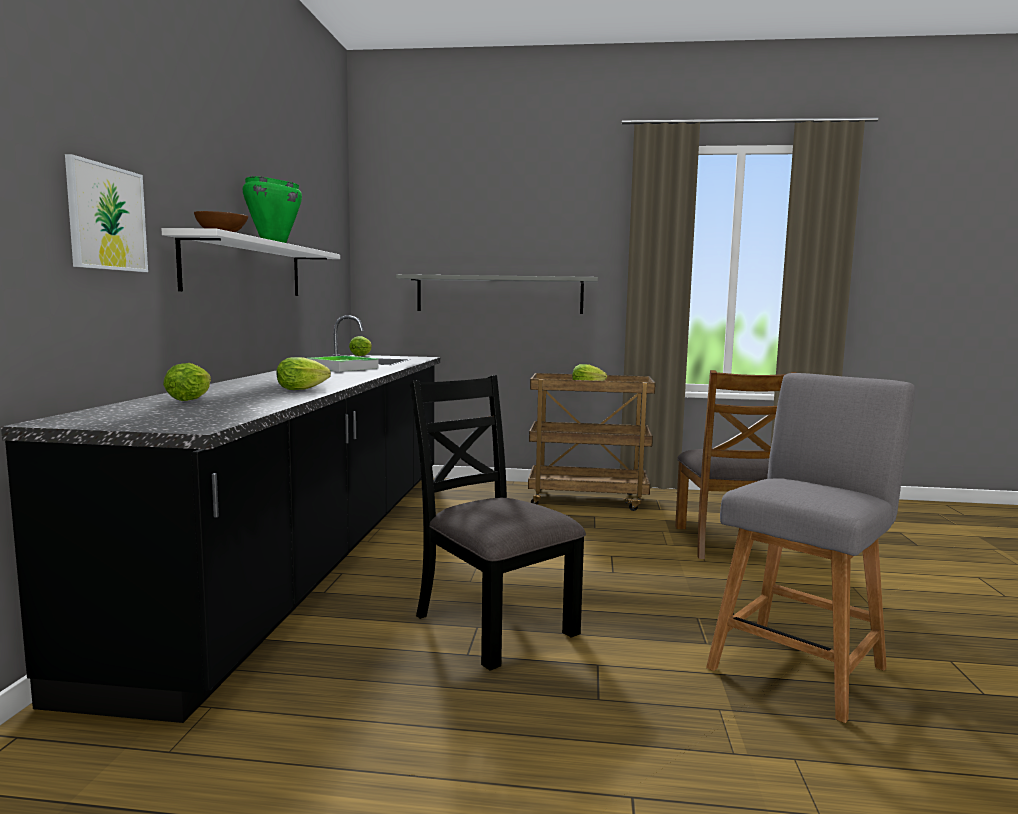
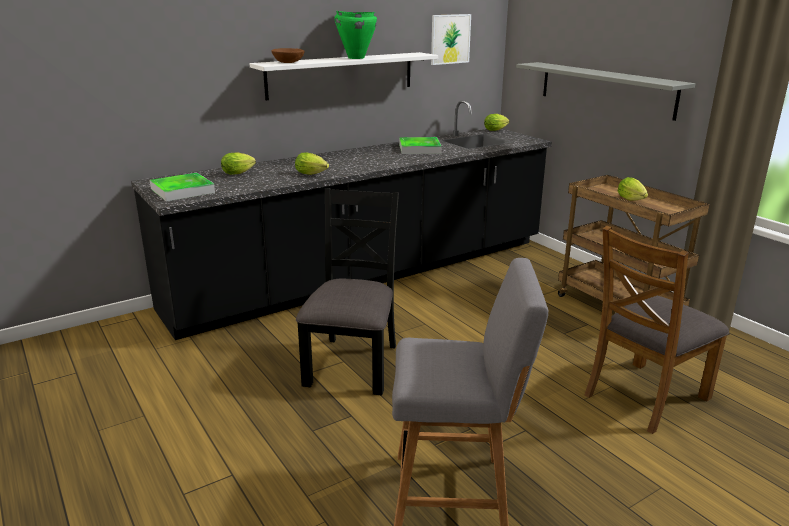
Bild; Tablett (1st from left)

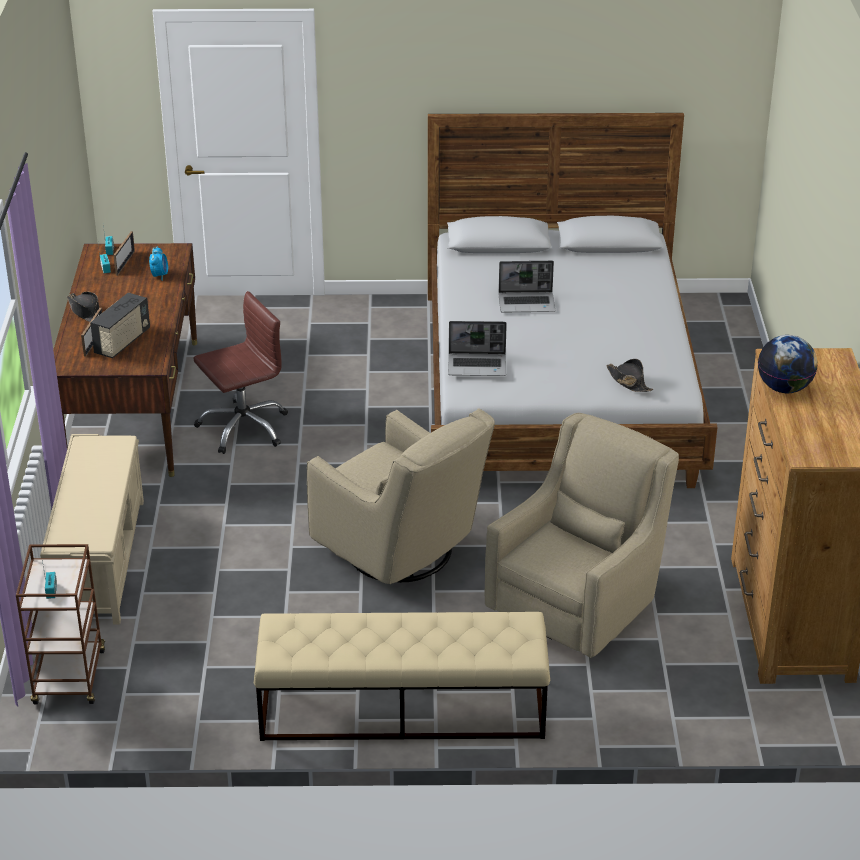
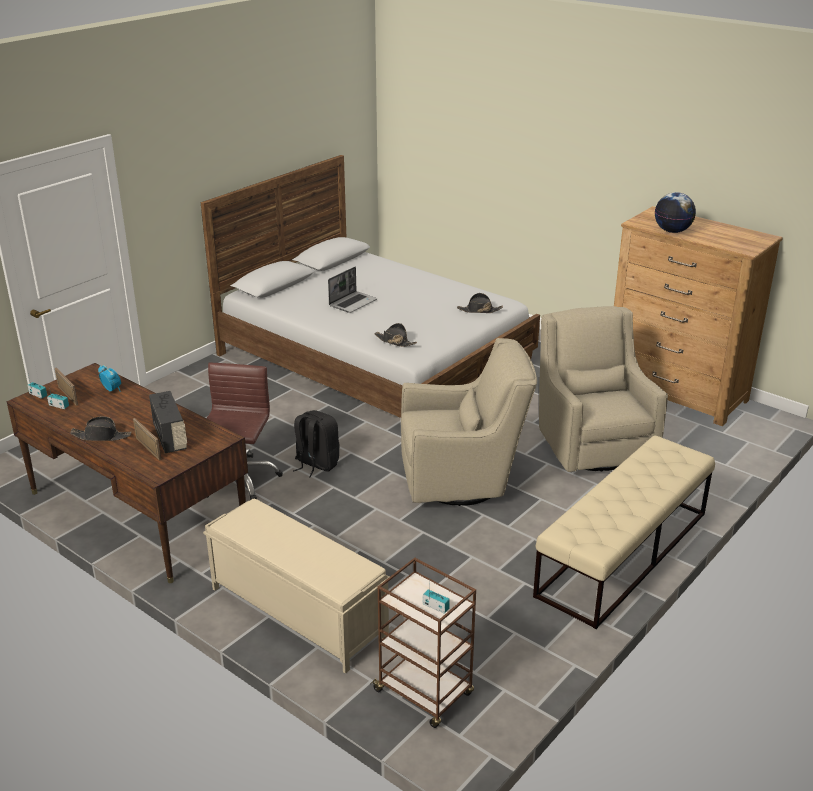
Hut/schwarz (2nd from left); Rucksack/schwarz

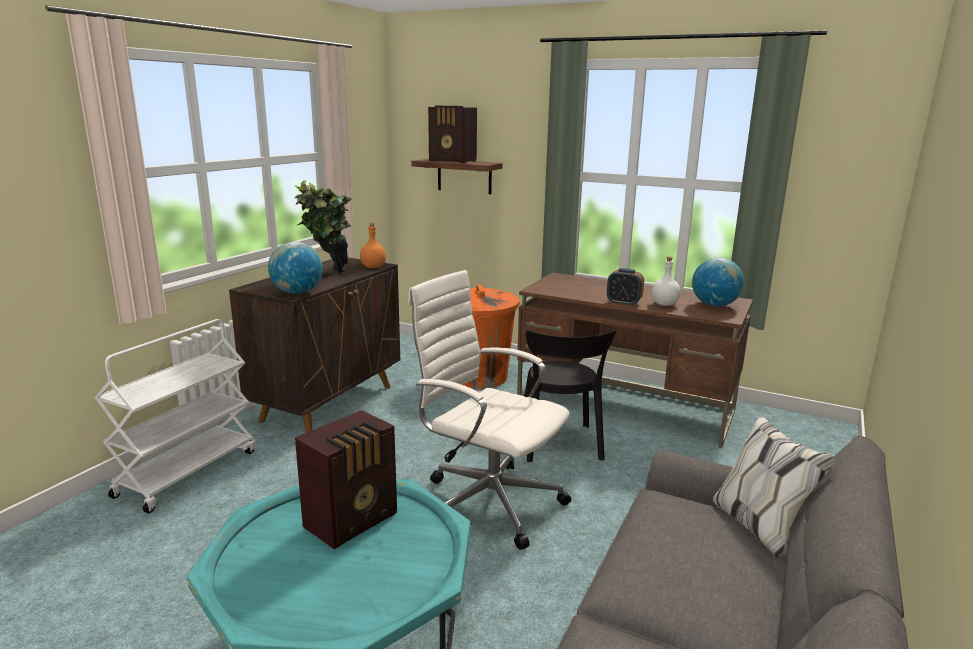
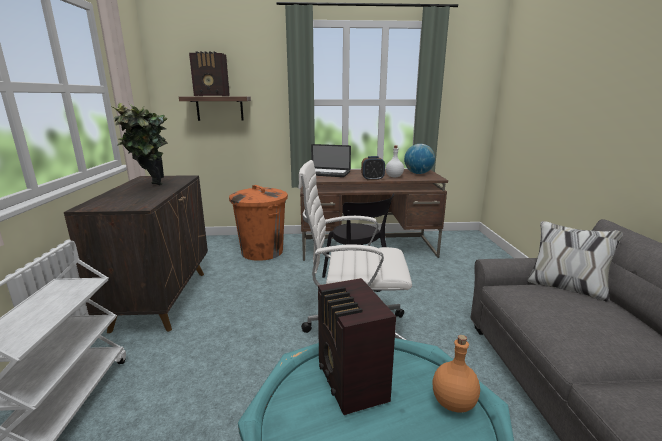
Globus (1st from left in the first image); Radio (2nd from left); Flasche/orange; Laptop

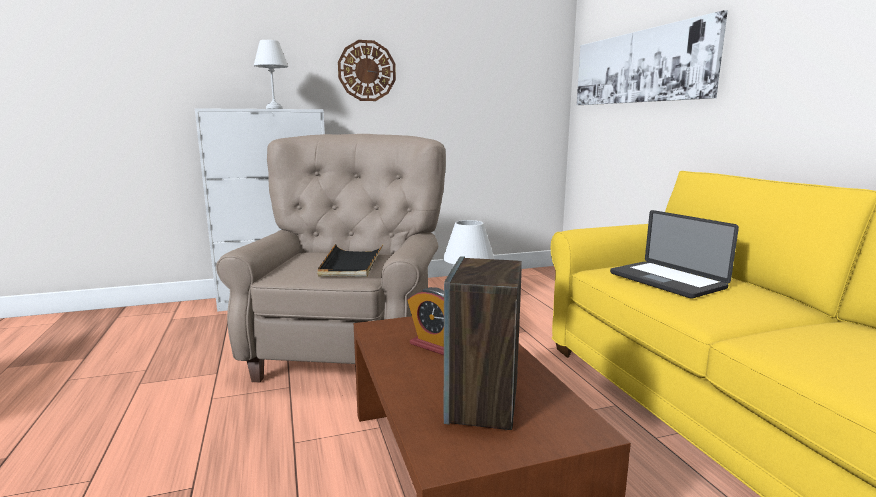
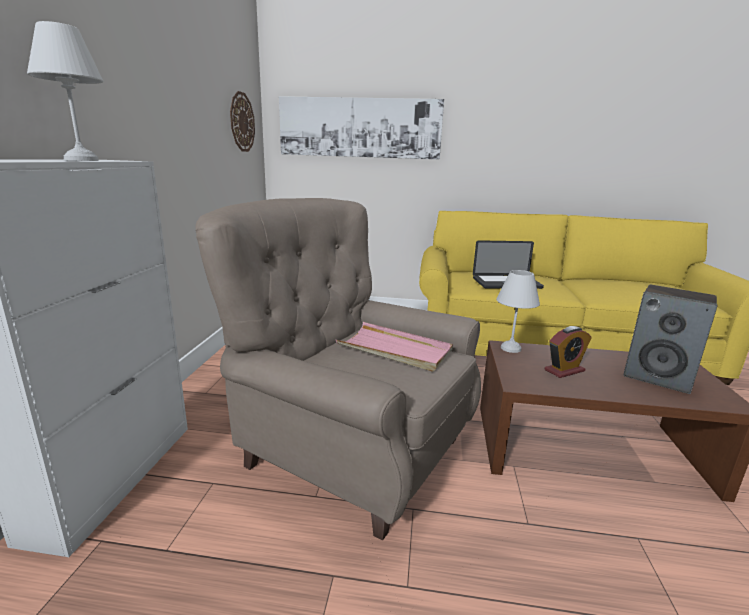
Tablett/rosa; Wanduhr

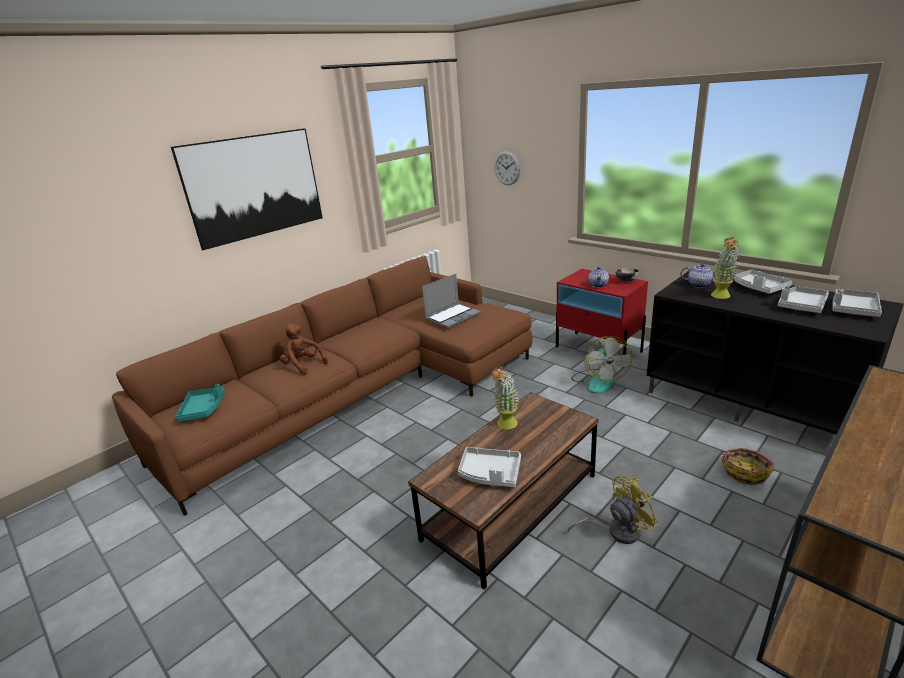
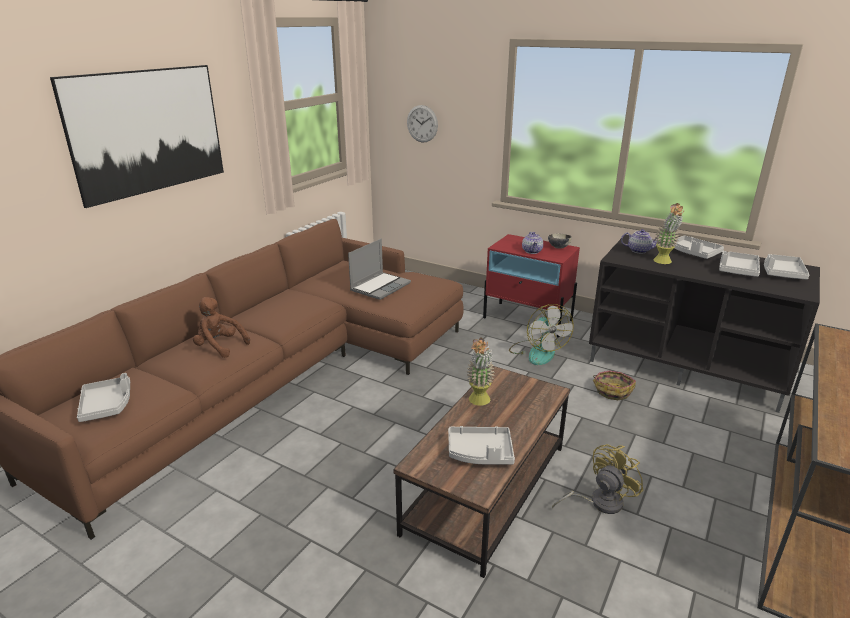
Tablett/grau (1st from left); Korb

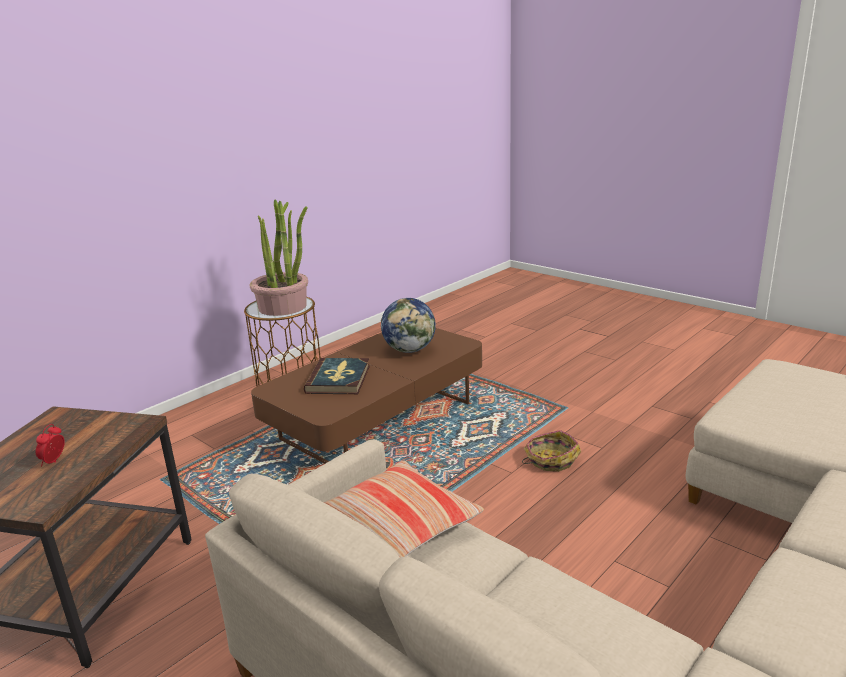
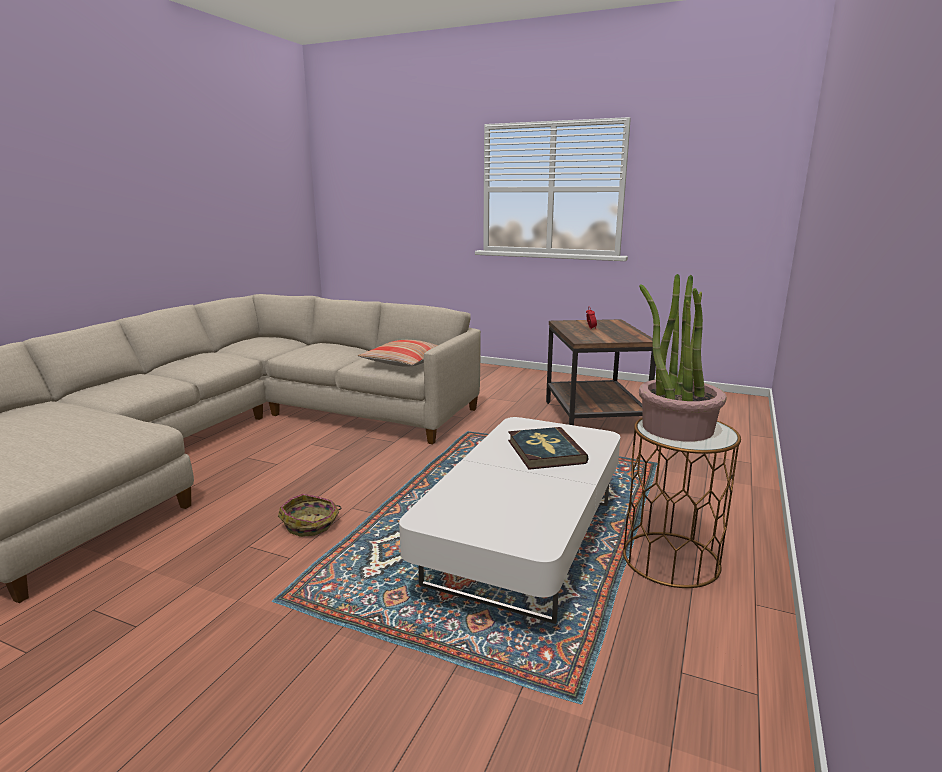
Couchtisch/weiß; Globus

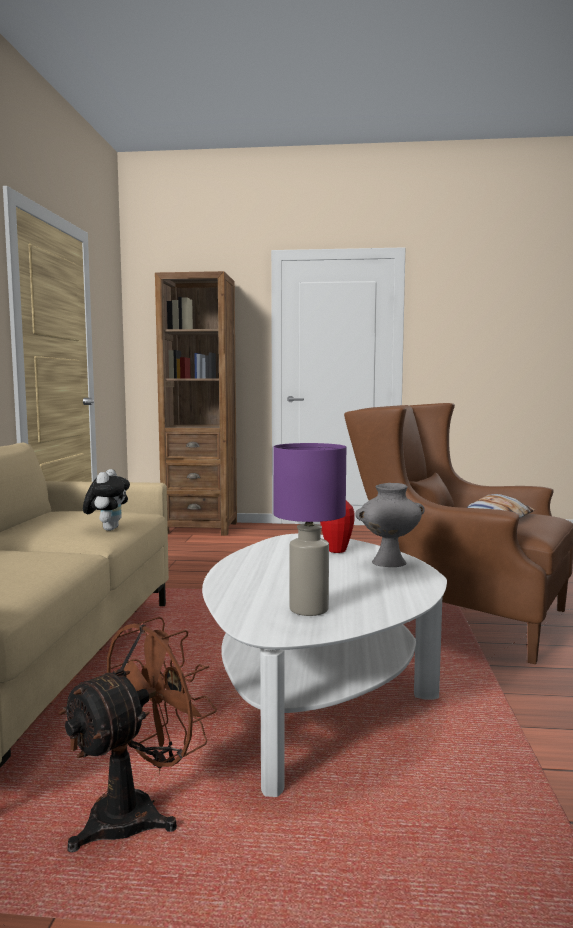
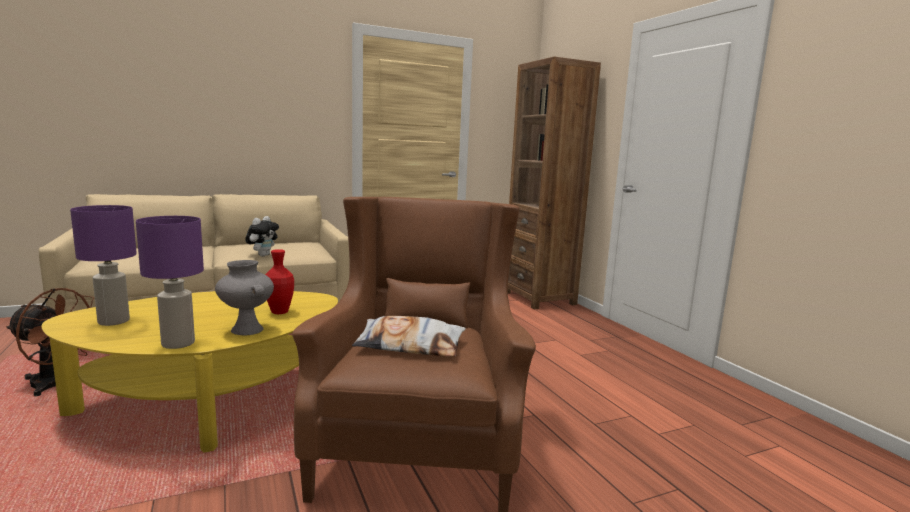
Plüschtier; Couchtisch/gelb; Tischlampe/lila (2nd from left)

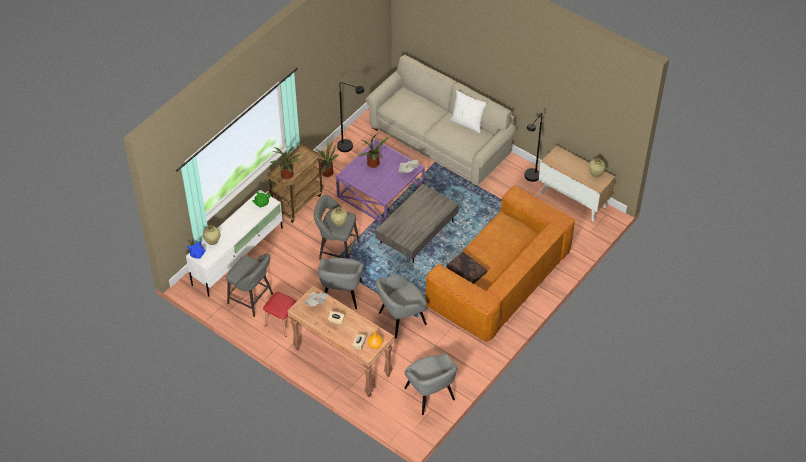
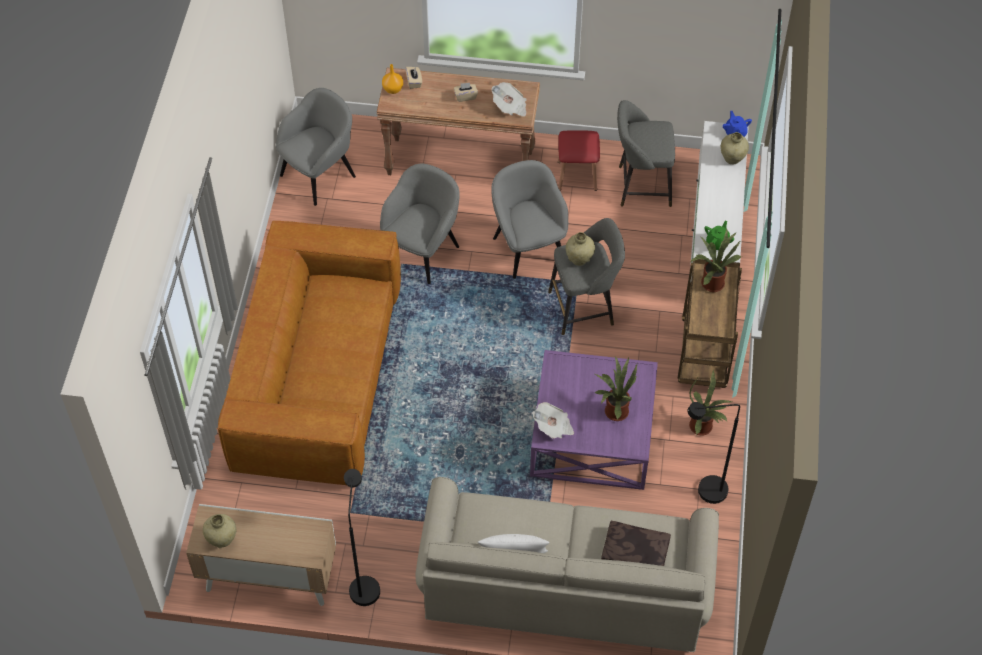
Couchtisch/grau; Sessel/grau (1st from left); Kissen/braun

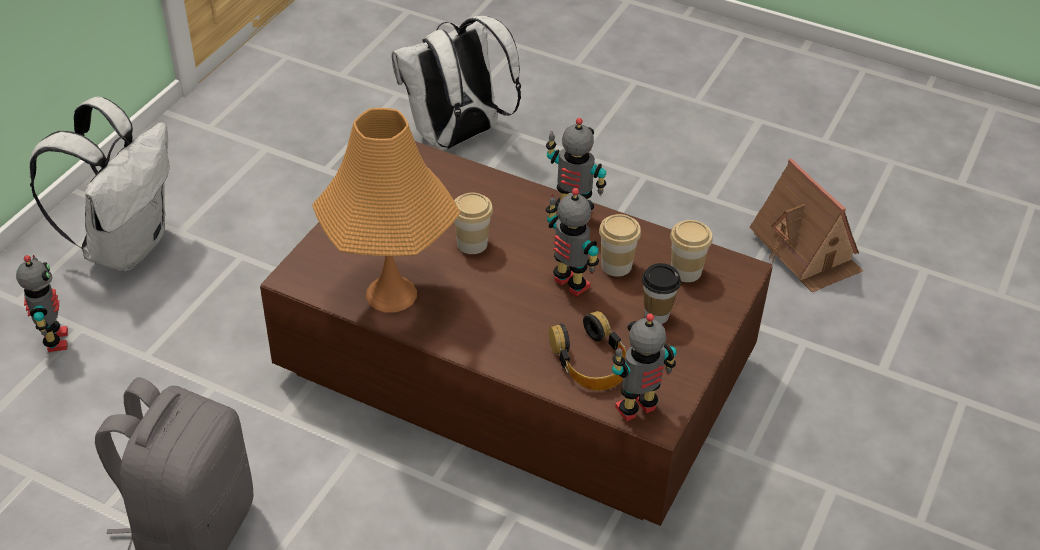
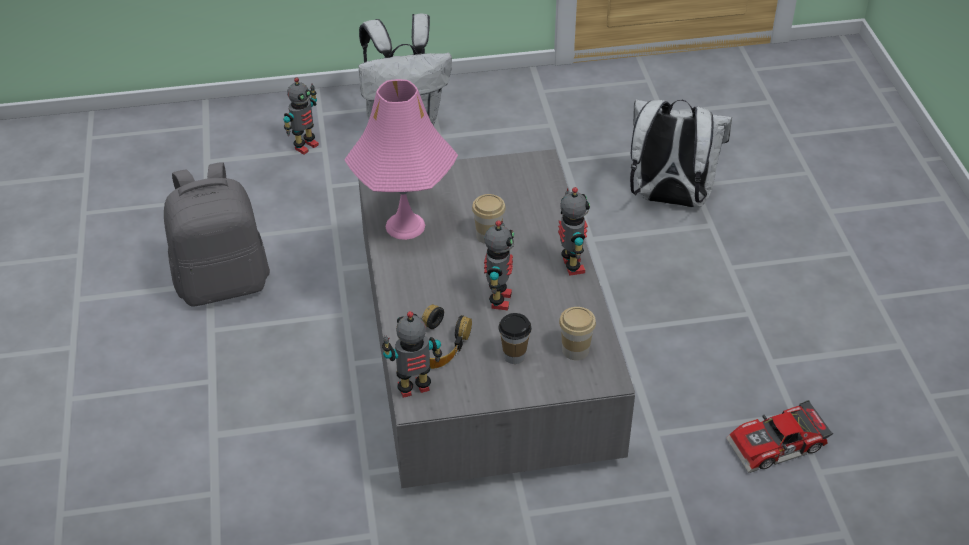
Couchtisch/grau; Tischlampe/rosa; Tasse (2nd from left in the first image); Spielzeugroboter (2nd from left); Spielzeugauto

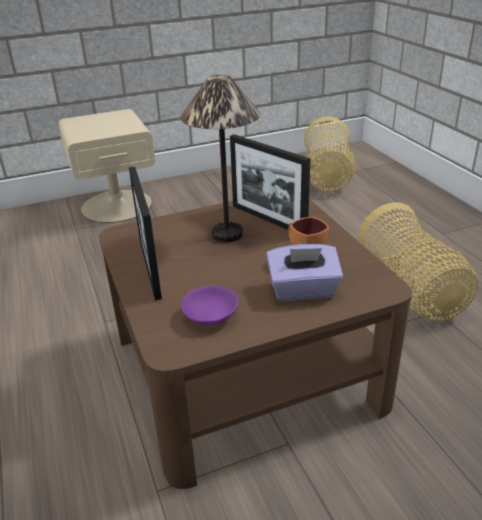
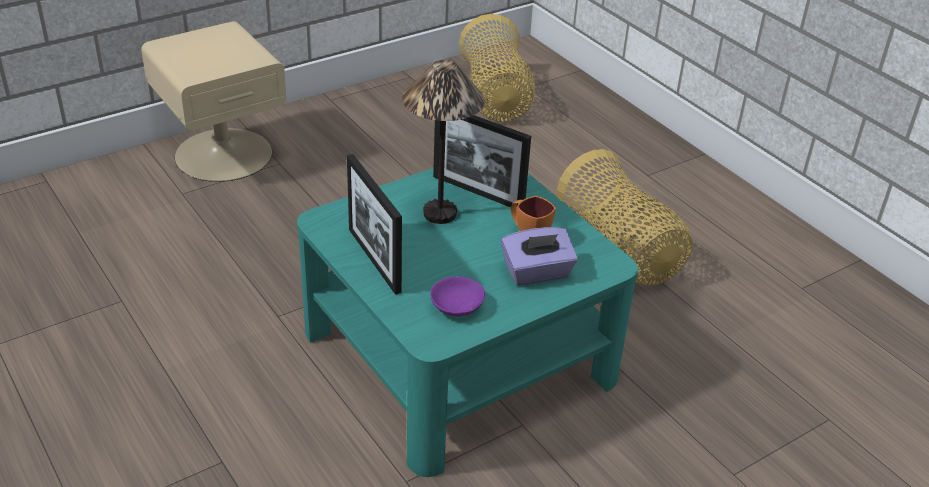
Couchtisch/türkis

